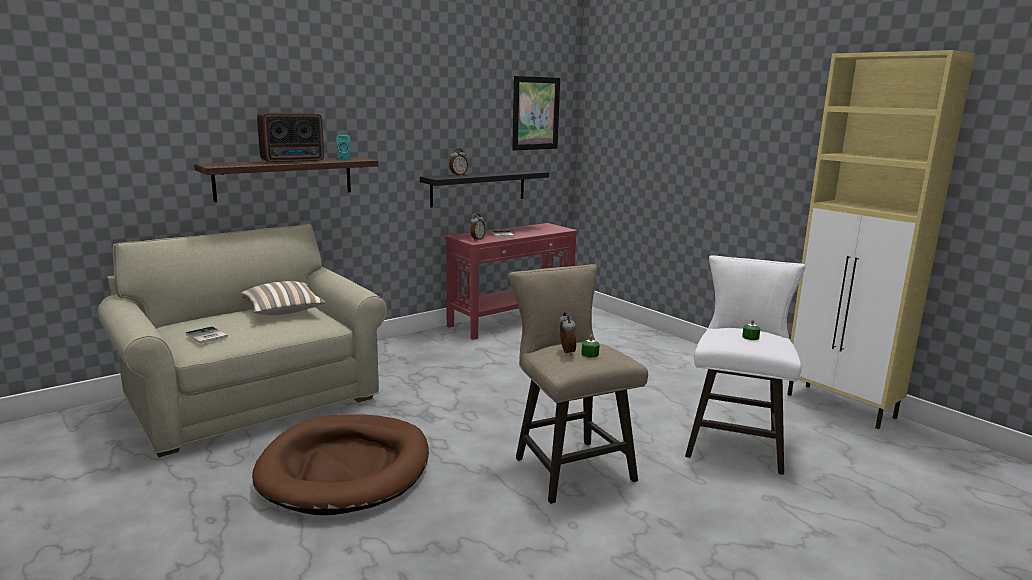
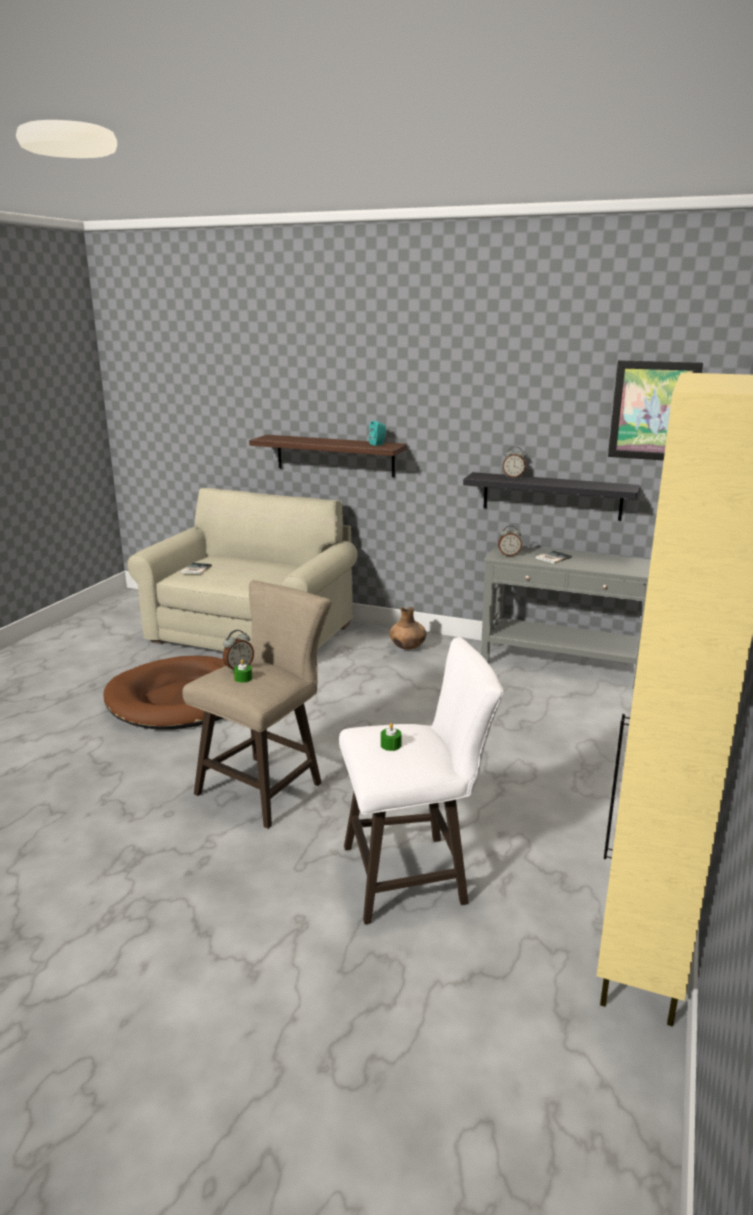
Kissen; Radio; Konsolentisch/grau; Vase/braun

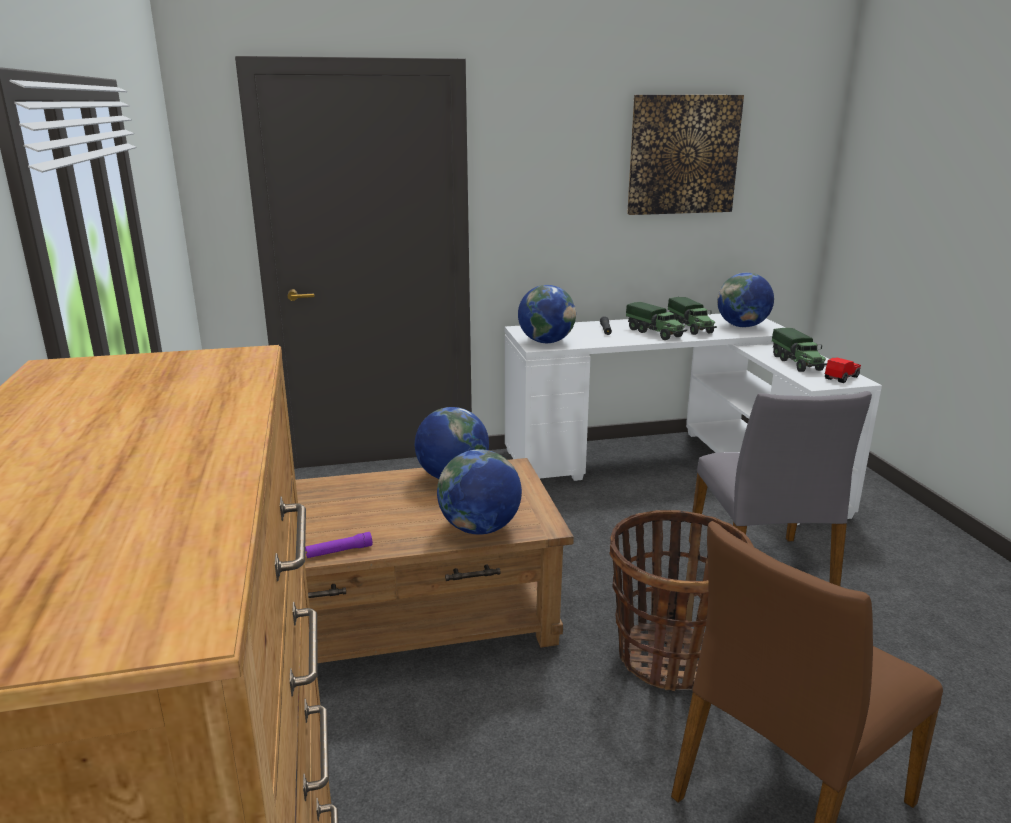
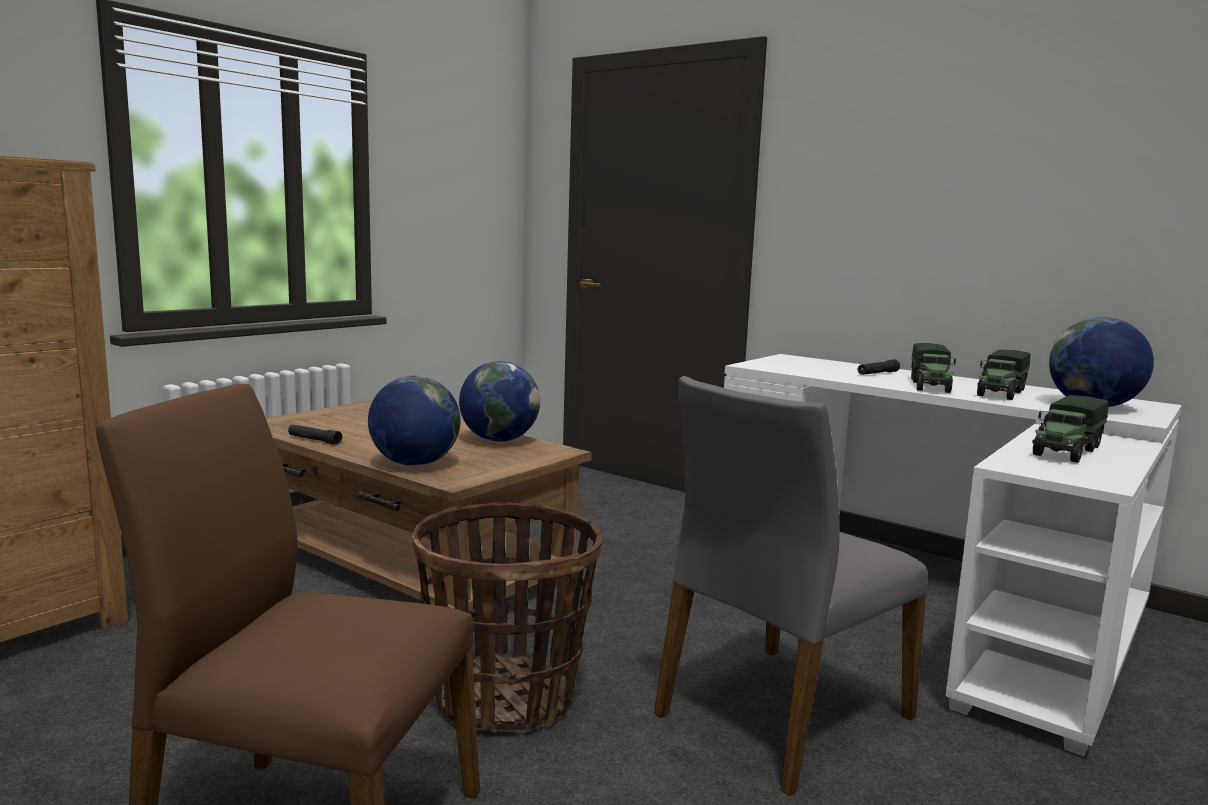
Taschenlampe/schwarz (1st from left); Globus (3rd from left in the first image); Bild; Spielzeugauto

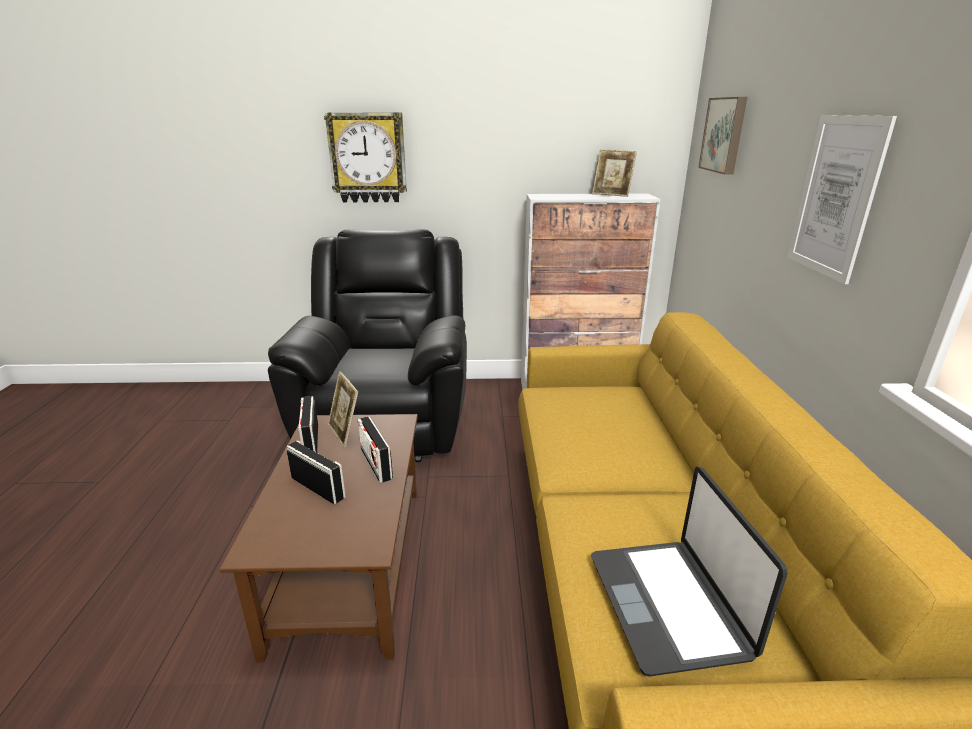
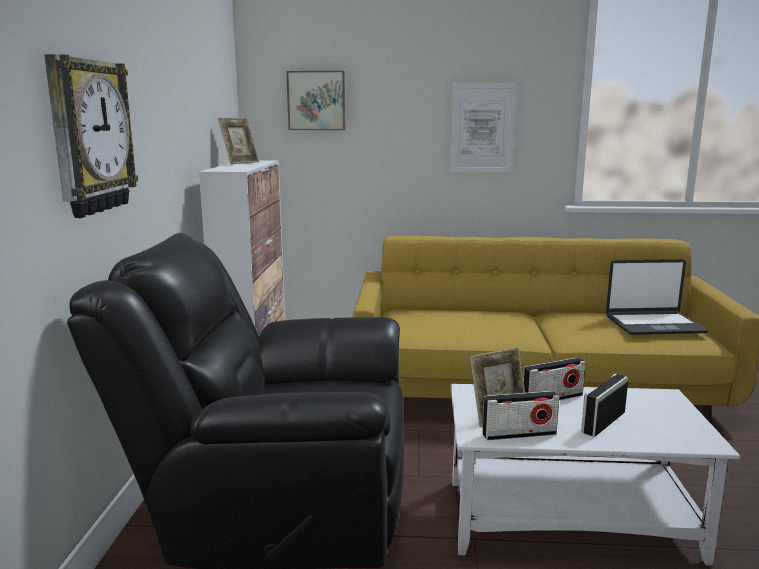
Couchtisch/weiß

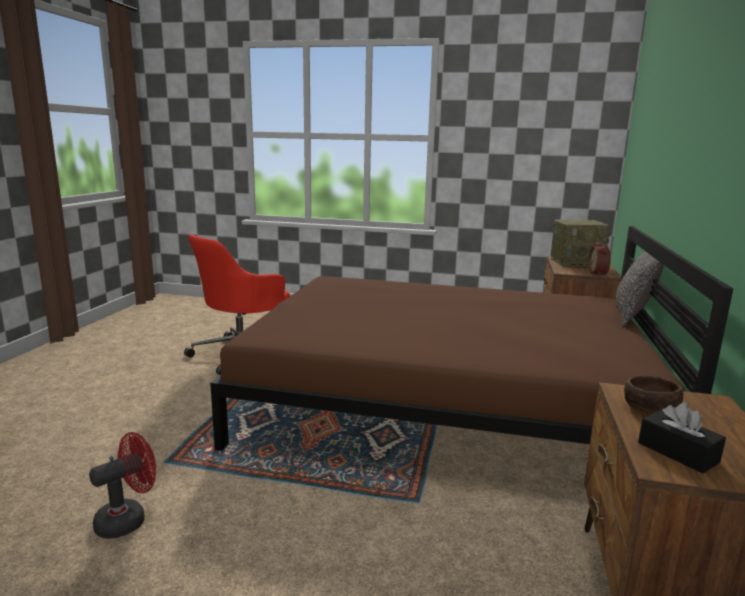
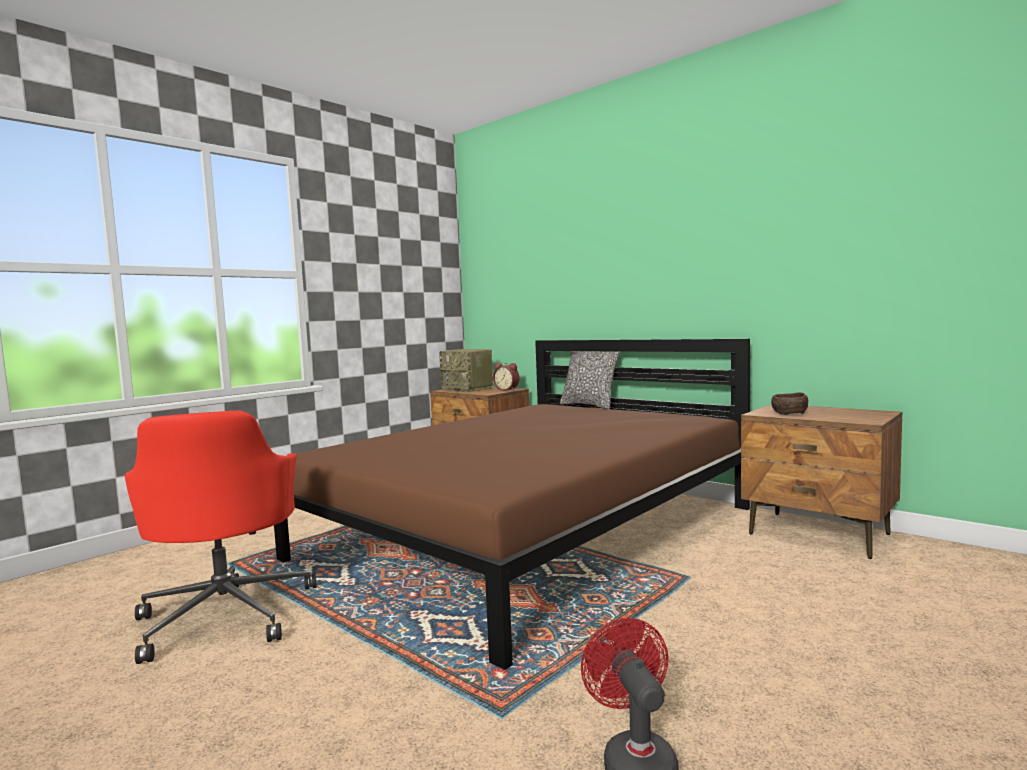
Radio; Taschentuchbox/schwarz

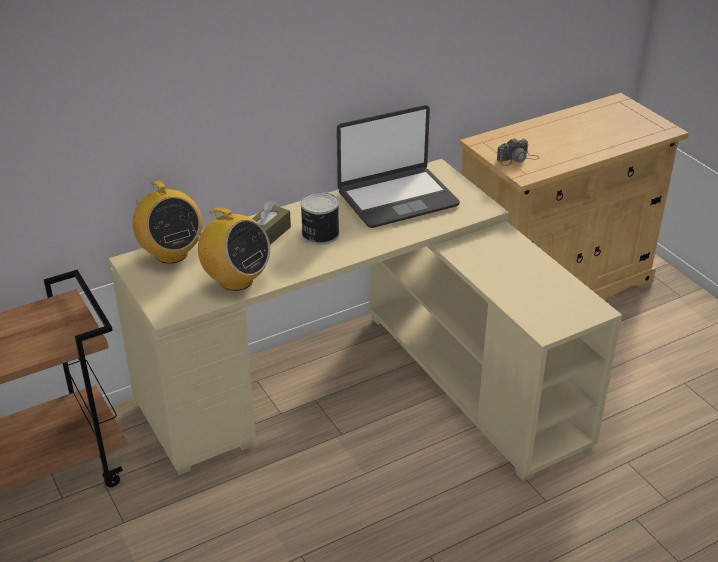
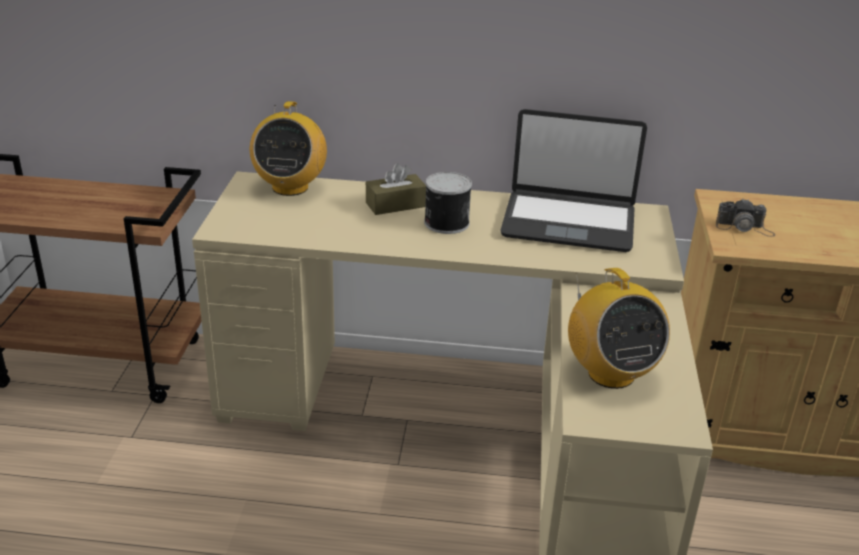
Radio (2nd from left)

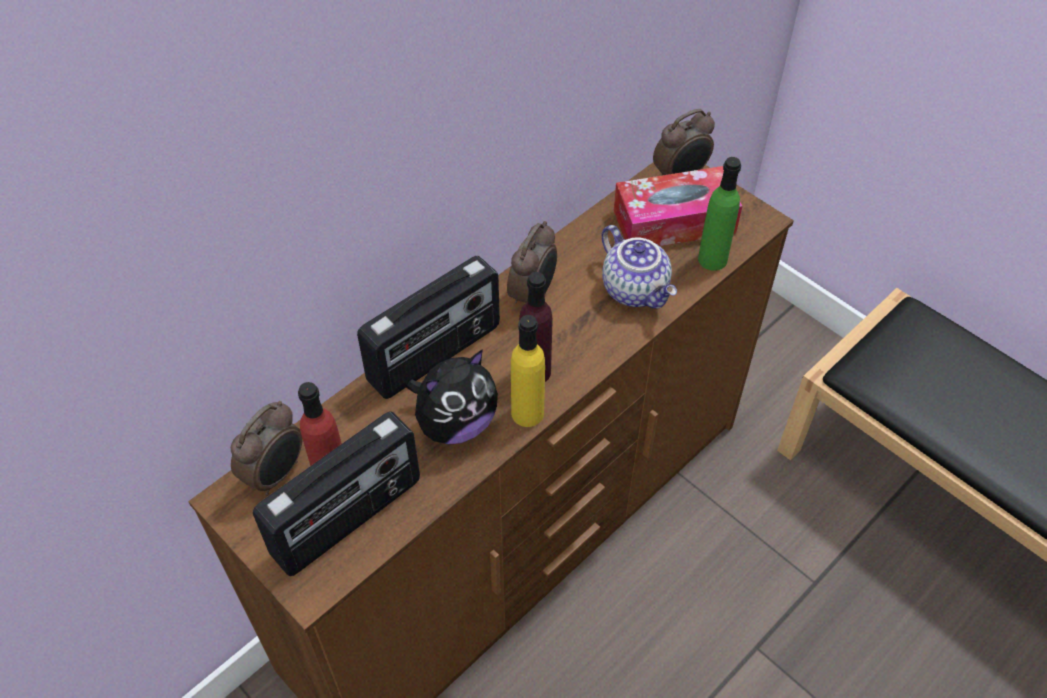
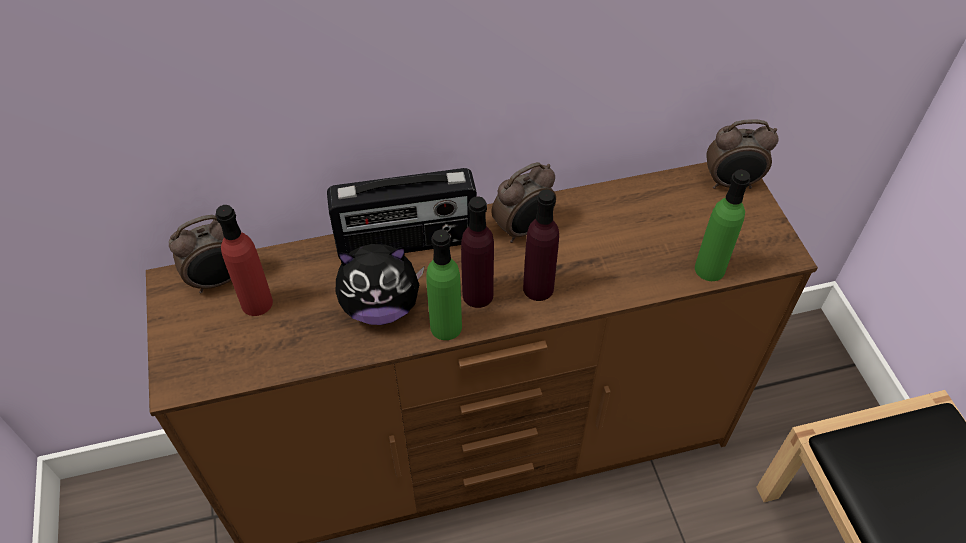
Radio (1st from left in the first image); Flasche/grün (1st from left); Teekanne; Taschentuchbox; Flasche/lila (2nd from left)

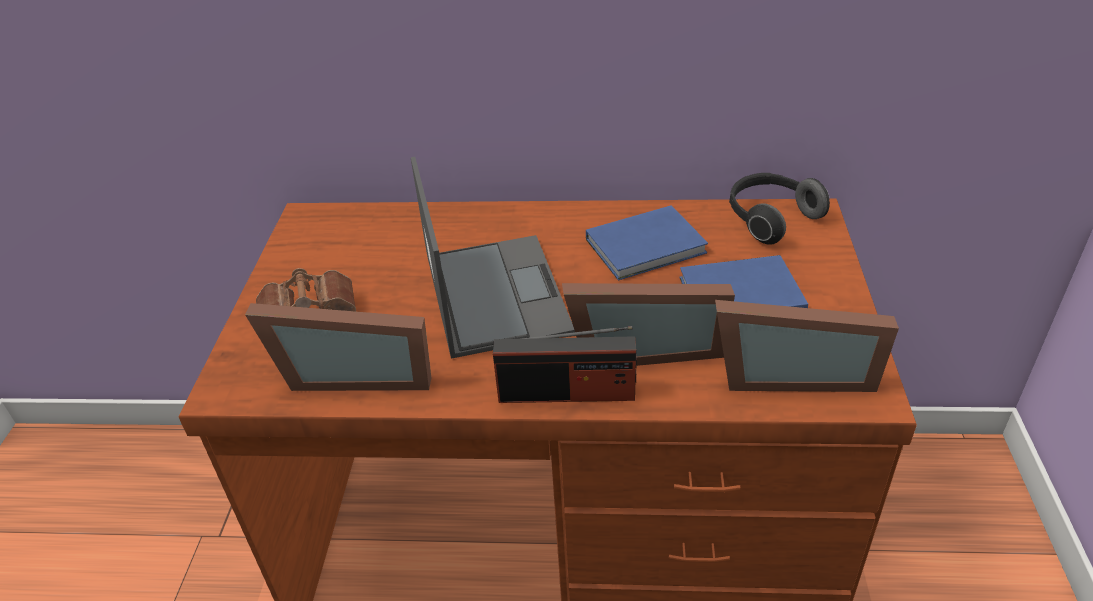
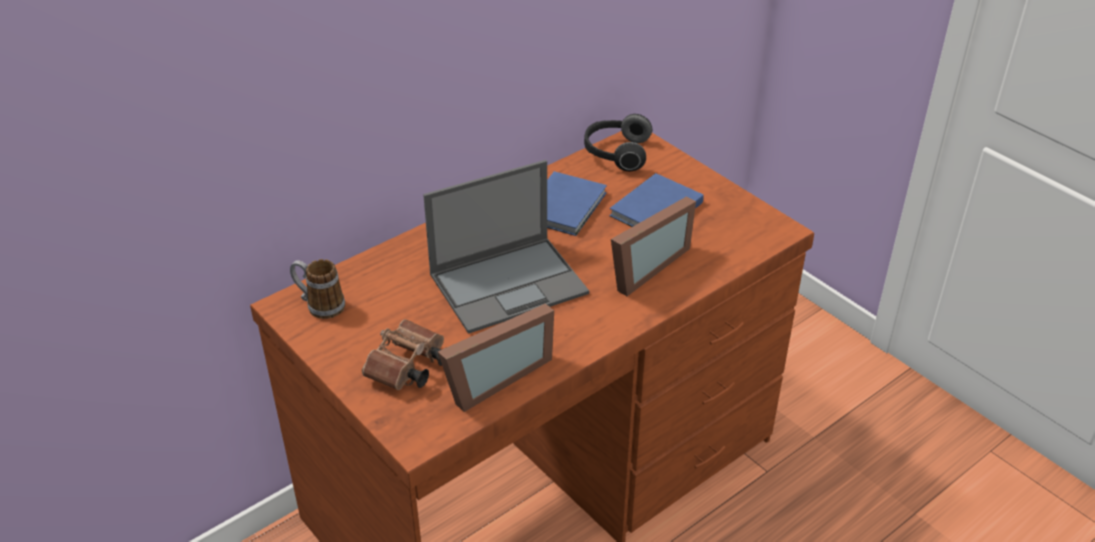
Laptop; Radio; Bilderrahmen (3rd from left in the first image); Henkelbecher

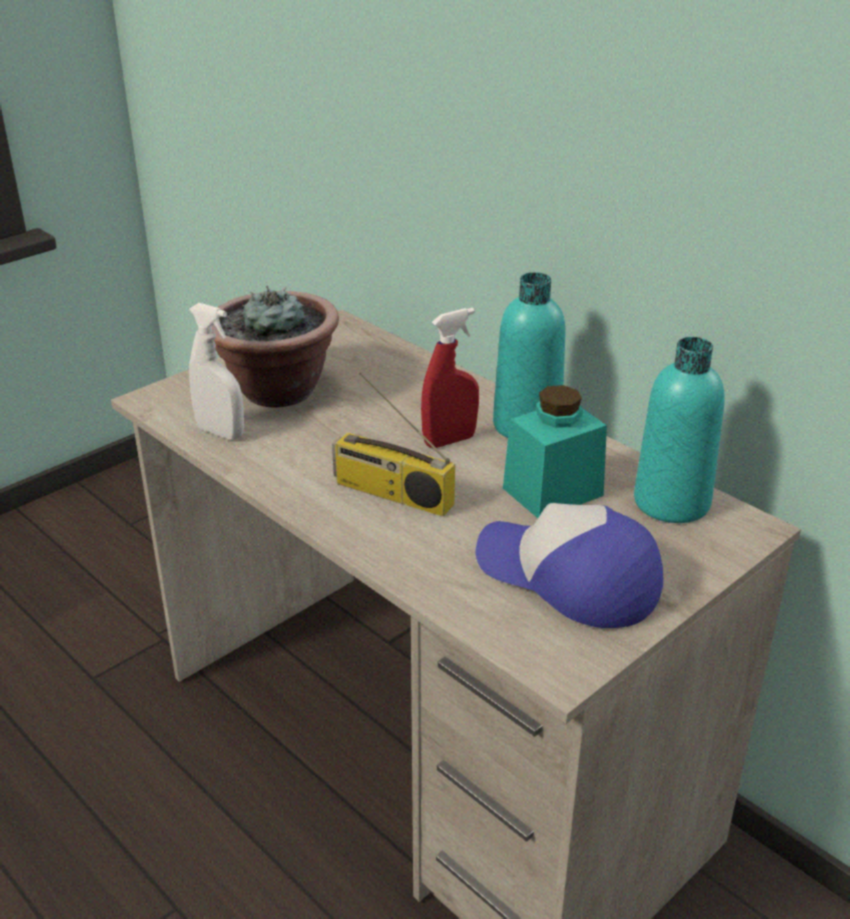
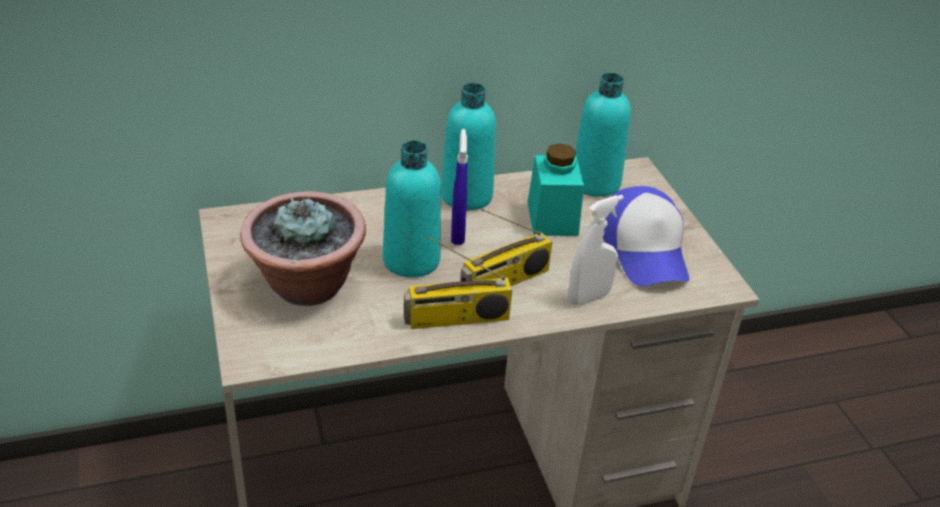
Sprühflasche/weiß; Sprühflasche/blau; Kappe; Flasche/türkis (1st from left); Radio (1st from left)

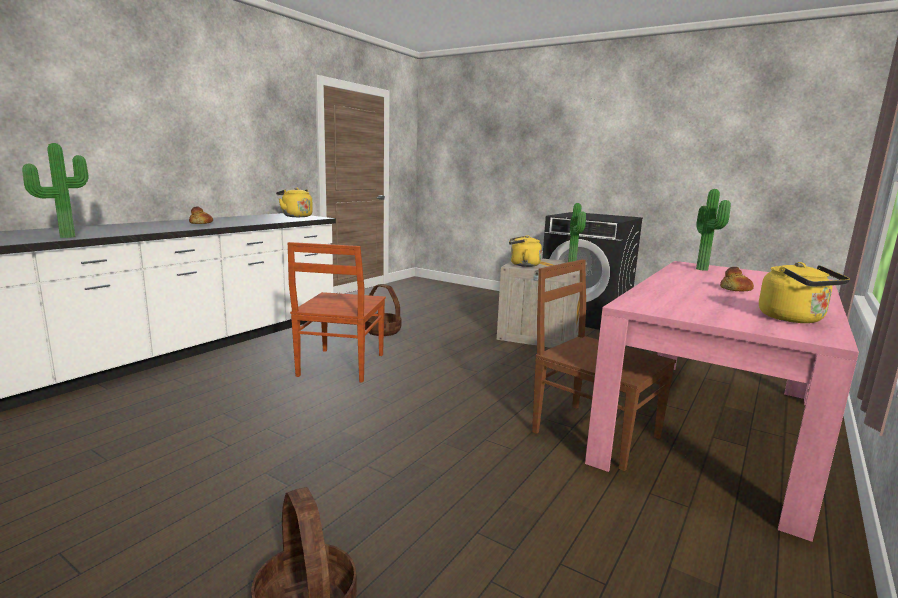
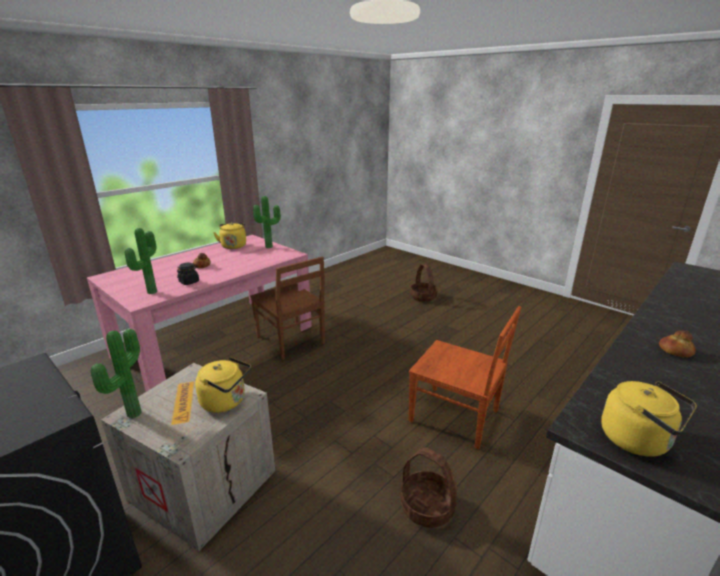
Topfpflanze (3rd from left); Stuhl/braun (2nd from left); Vorratsglas/schwarz

